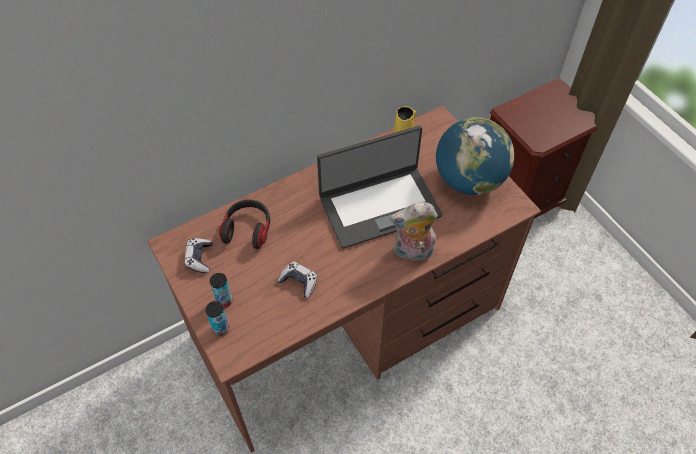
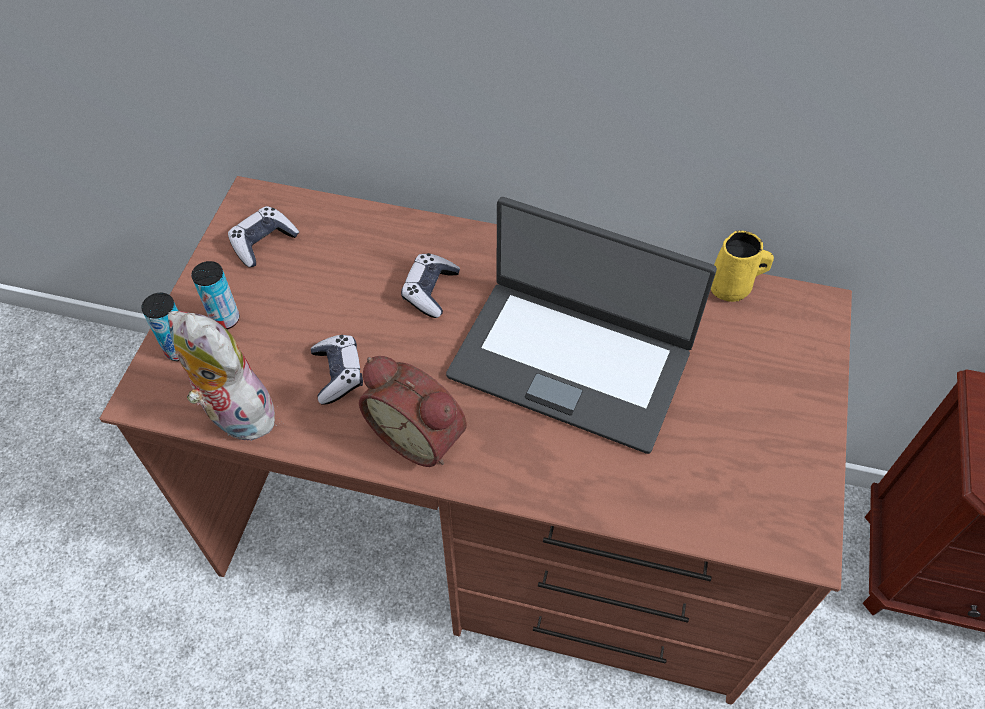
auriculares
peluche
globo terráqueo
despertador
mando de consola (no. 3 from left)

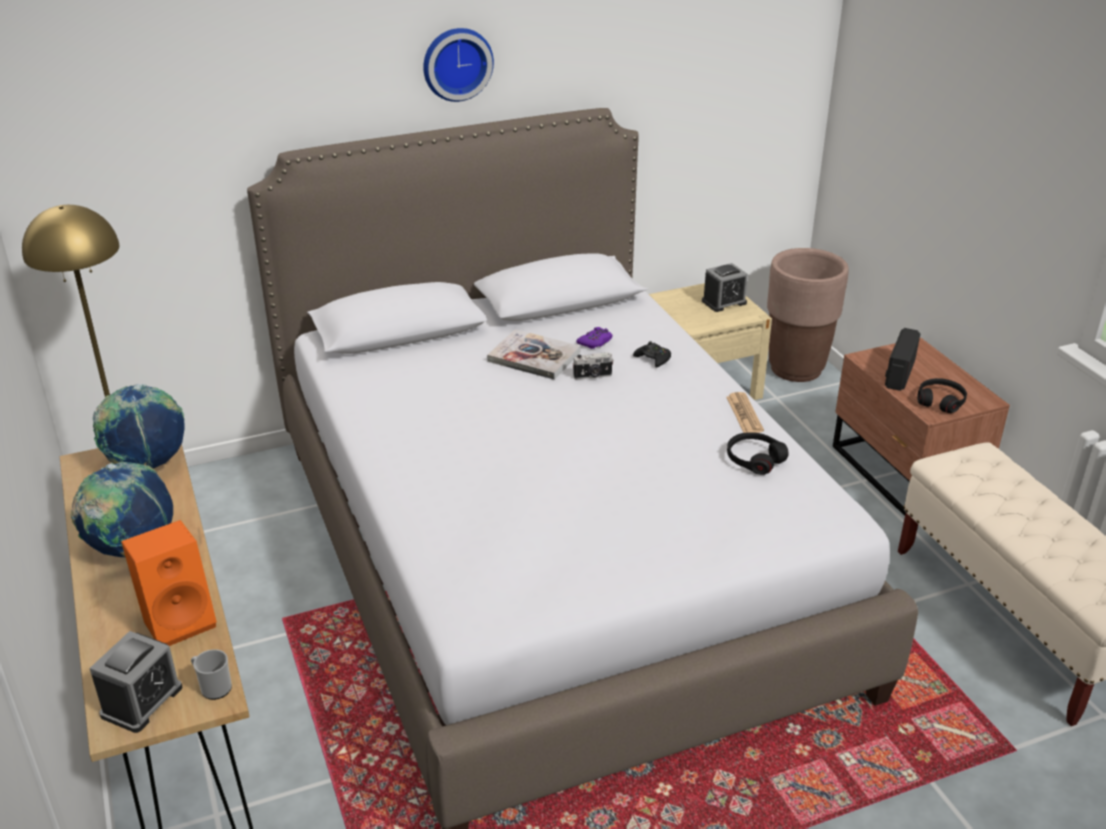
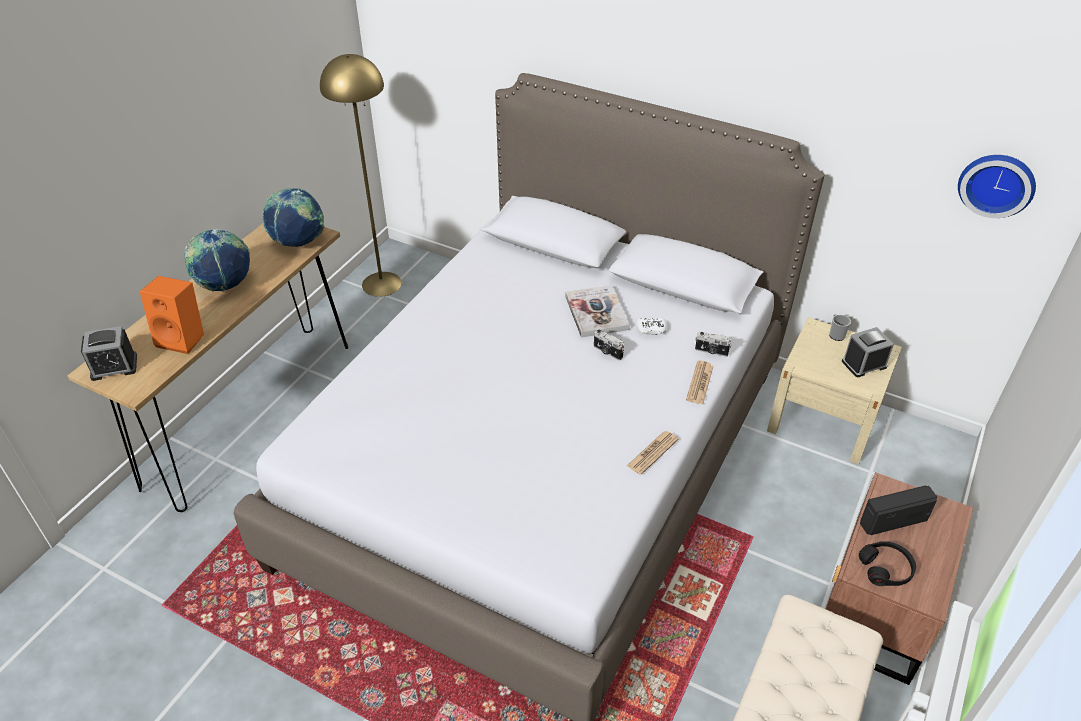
taza grande
reloj de pared
mando de consola [blanco]
mando de consola [negro]
despertador (no. 2 from left)
auriculares [negro] (no. 1 from left in the first image)
maceta [marrón]
periódico (no. 2 from left)
cámara (no. 2 from left)

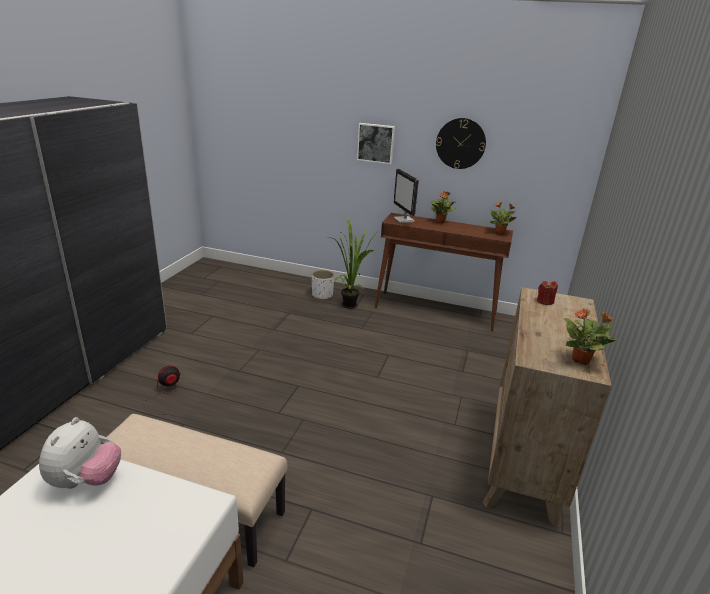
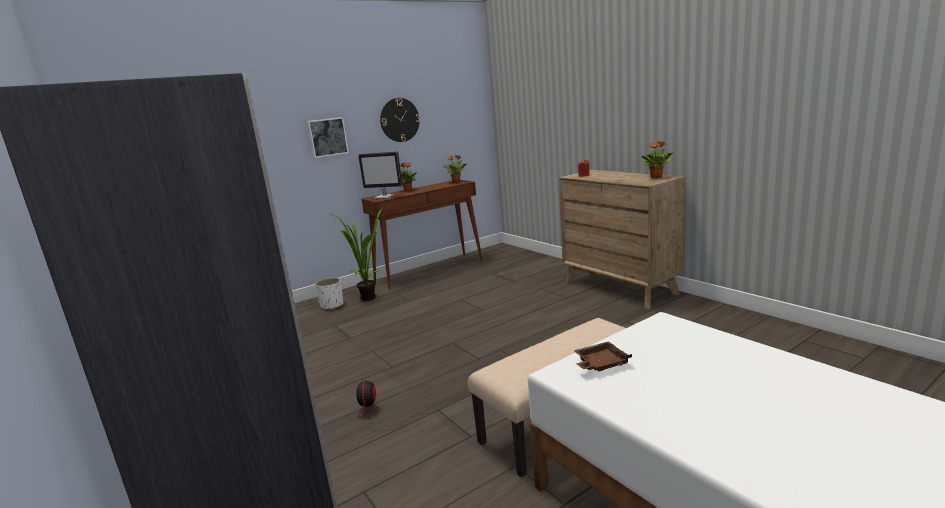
bandeja [marrón]

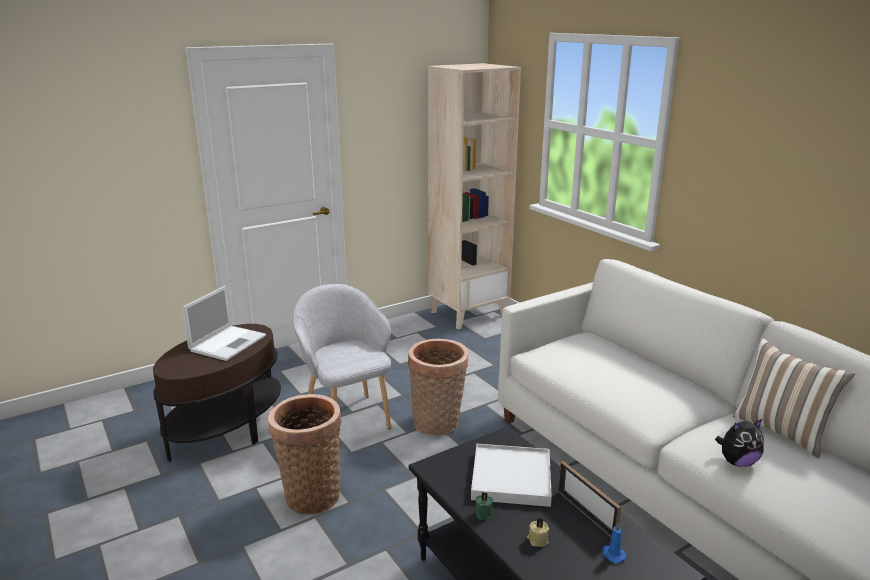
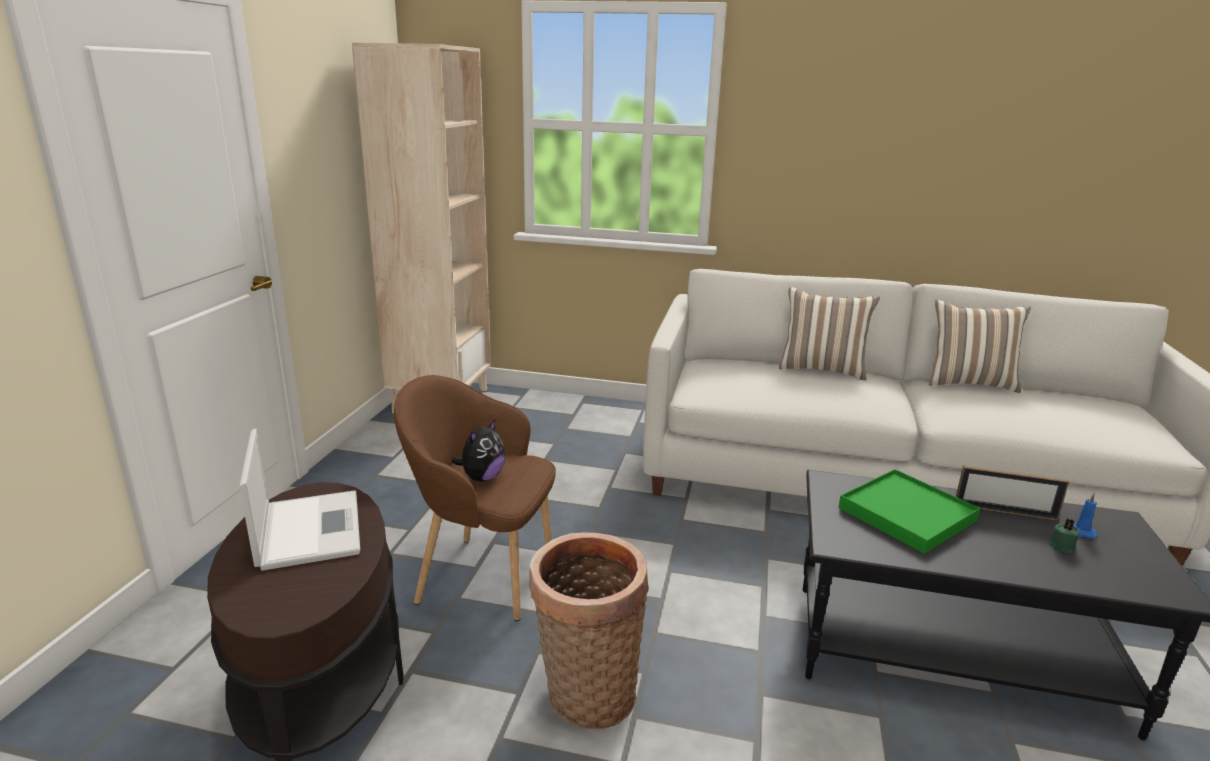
sillón [marrón]
cesta (no. 2 from left in the first image)
bandeja [verde]
vela [verde]
vela [beis]
peluche
cojín (no. 1 from left)

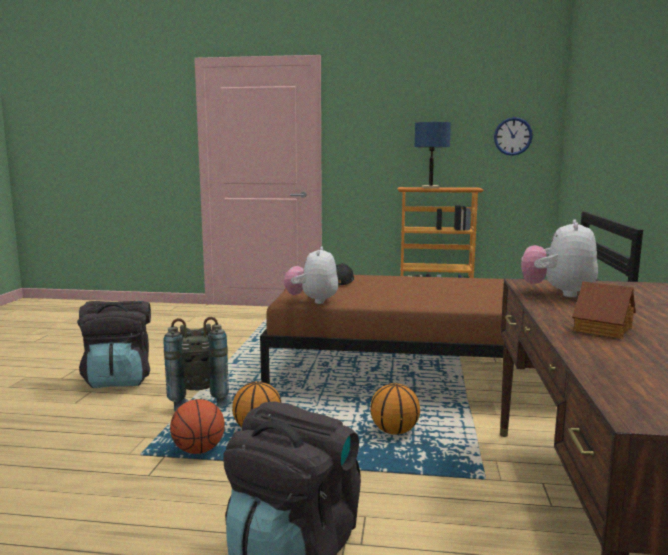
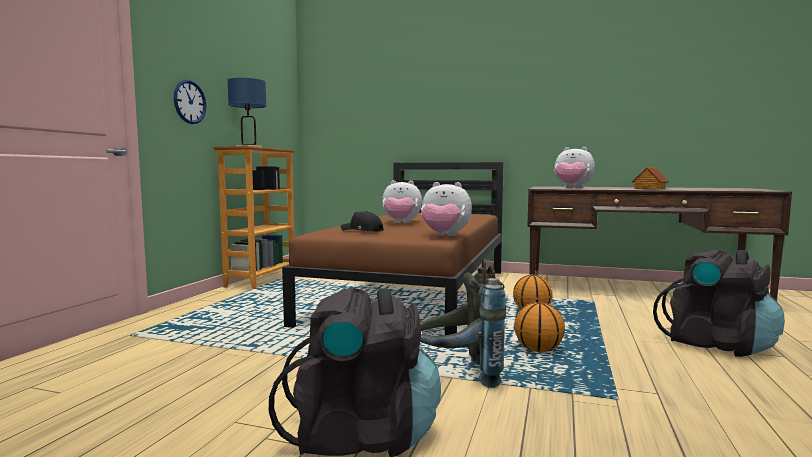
balón de baloncesto (no. 1 from left in the first image)
reloj de pared
peluche (no. 1 from left)

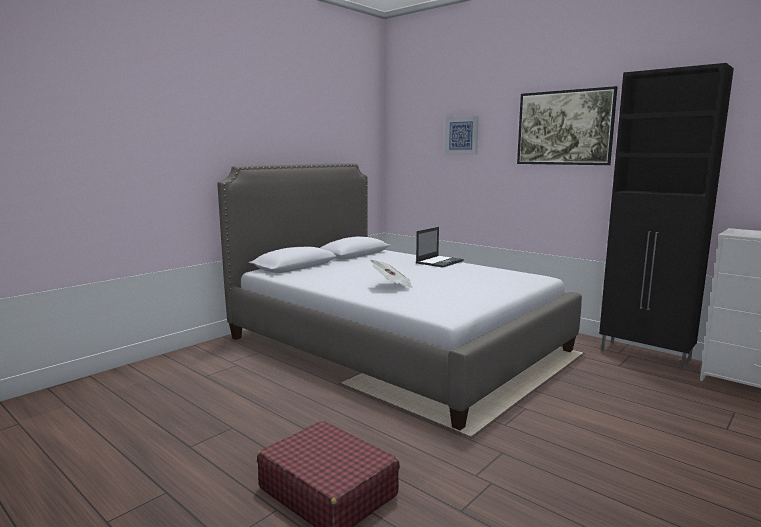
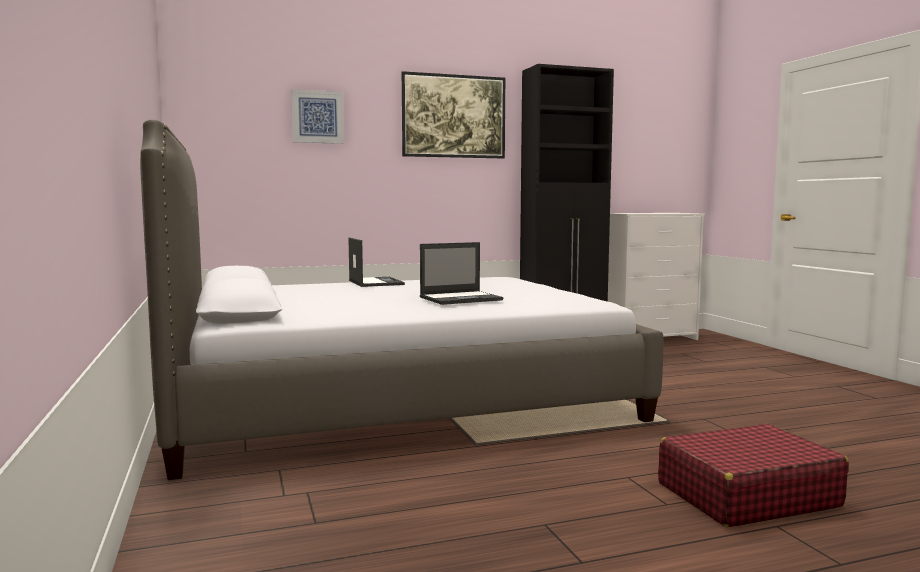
portátil (no. 2 from left)

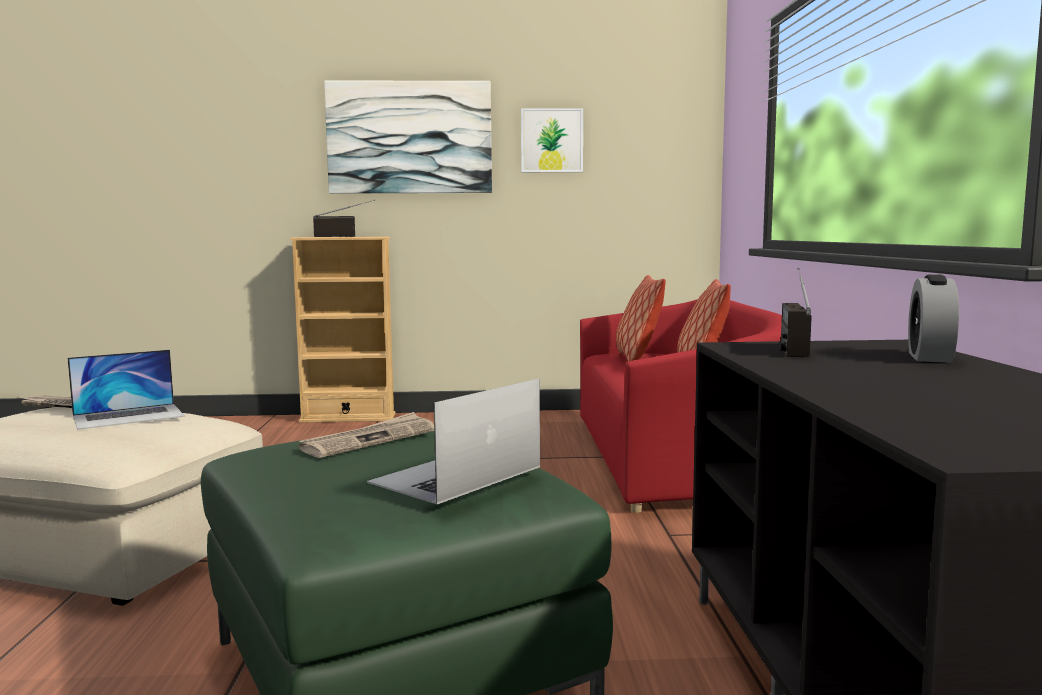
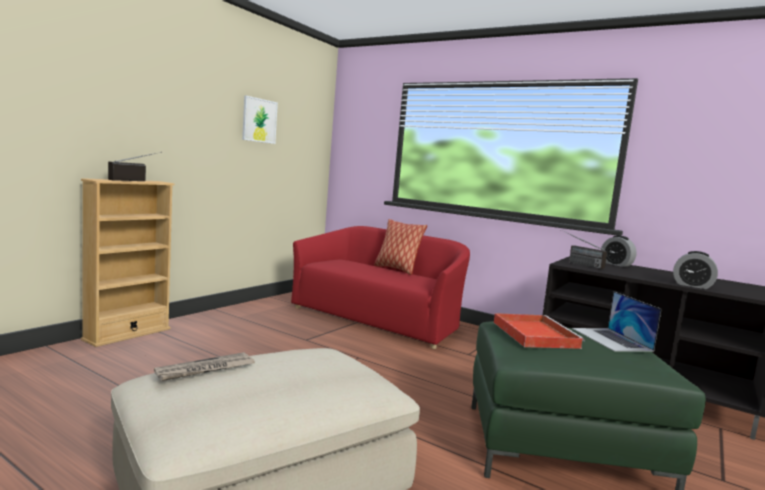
portátil (no. 1 from left in the first image)
bandeja [rojo]
cuadro (no. 1 from left in the first image)
cojín (no. 1 from left in the first image)
despertador (no. 2 from left)

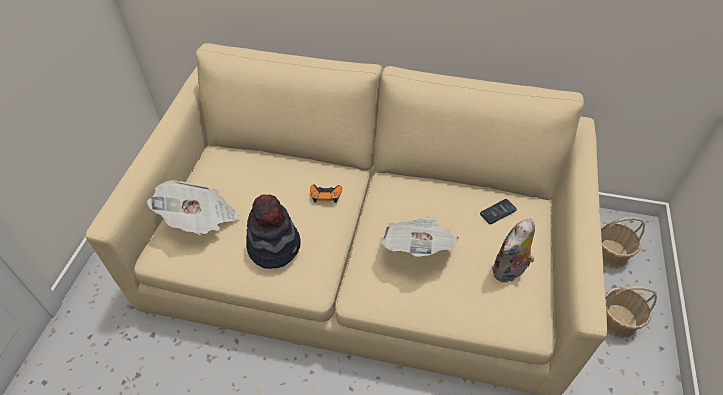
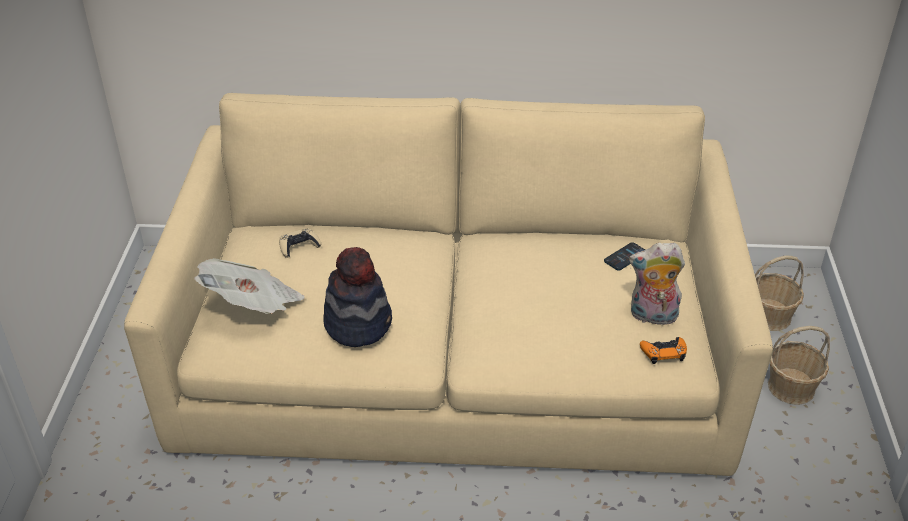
mando de consola [naranja]
periódico (no. 2 from left in the first image)
peluche
mando de consola [beis]

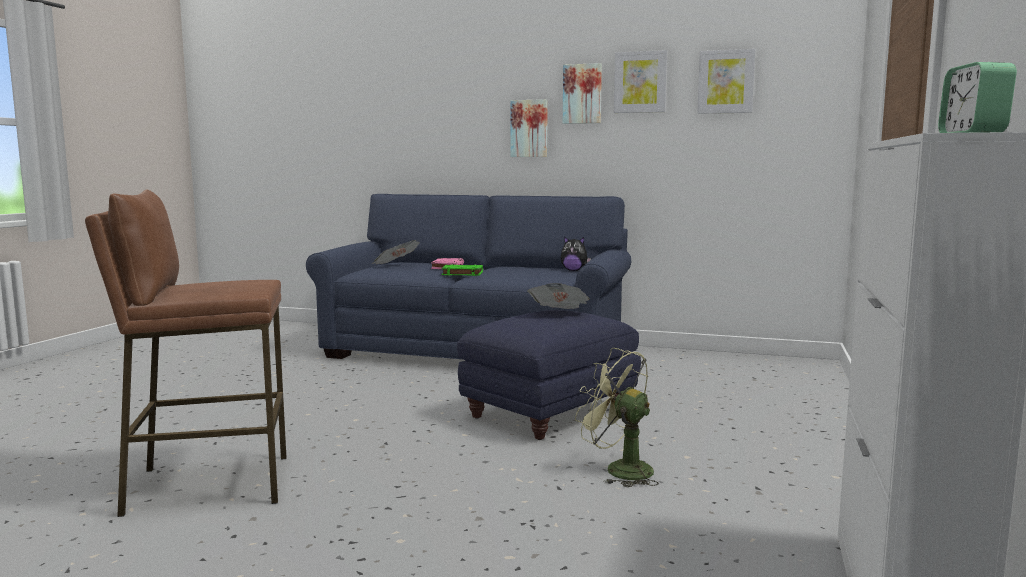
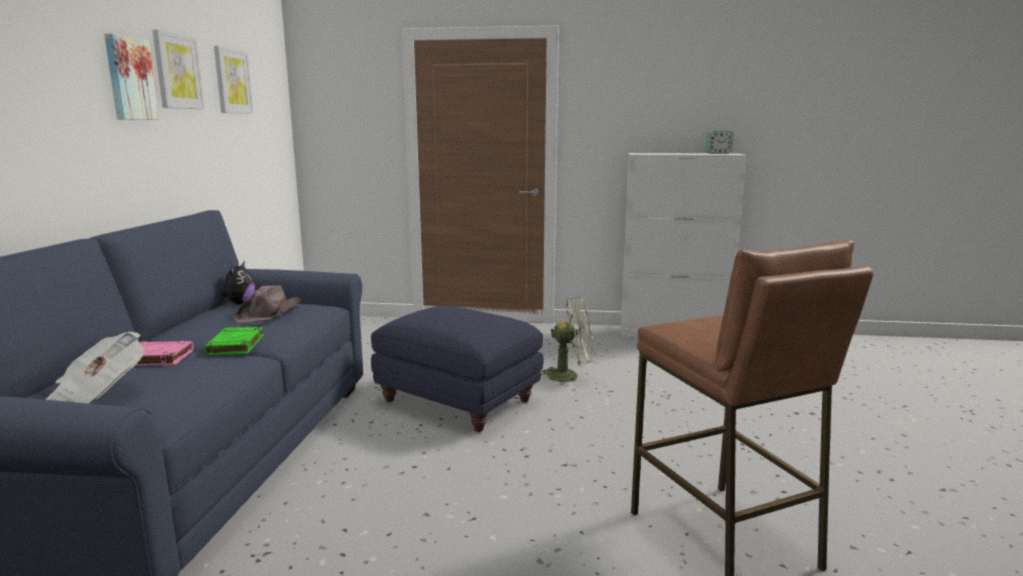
cuadro (no. 1 from left in the first image)
periódico (no. 2 from left in the first image)
ventilador [verde]
sombrero [marrón]

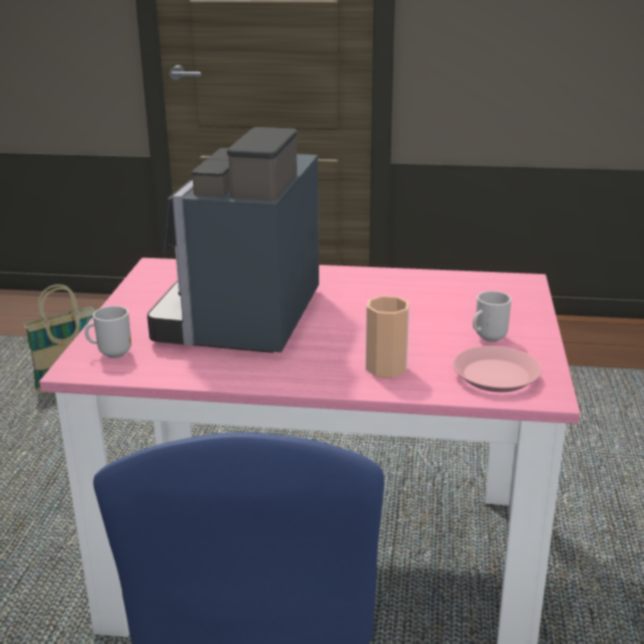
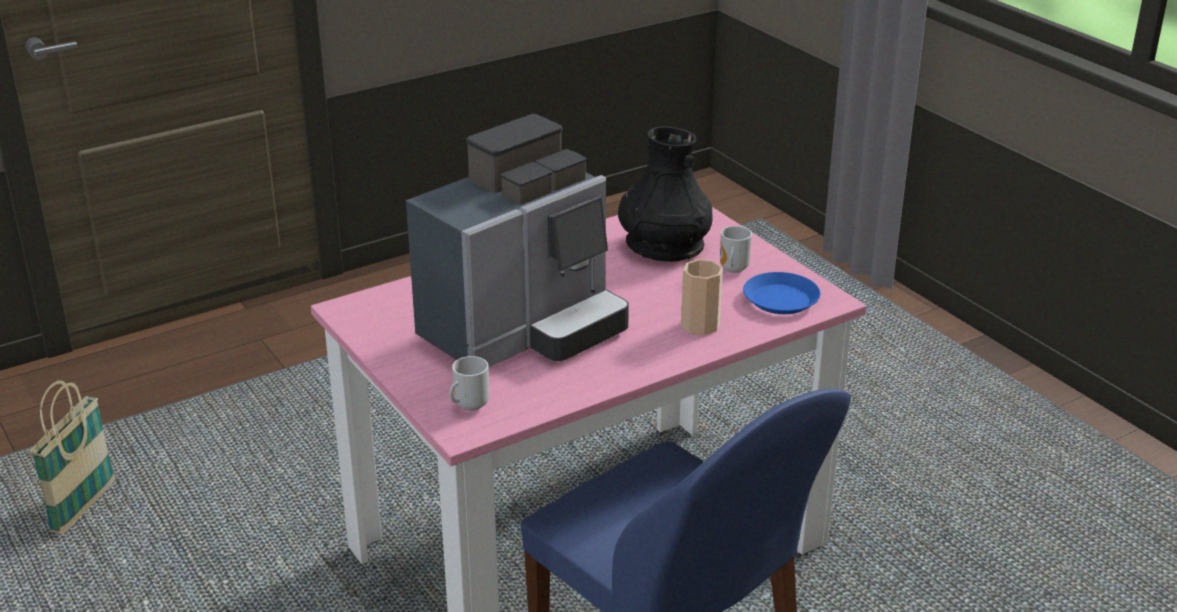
cafetera
plato [azul]
florero [negro]

